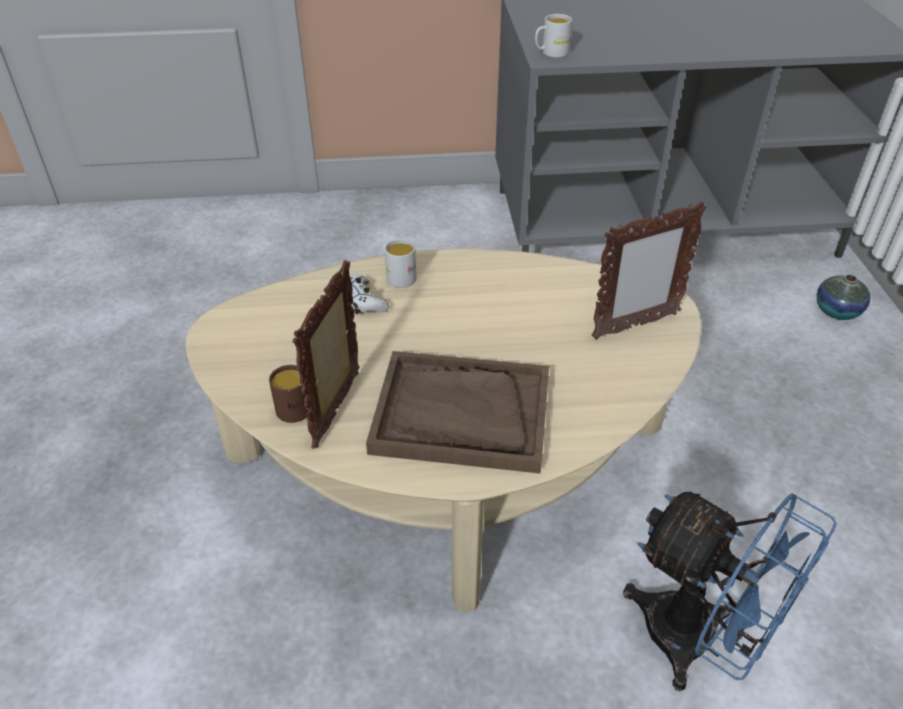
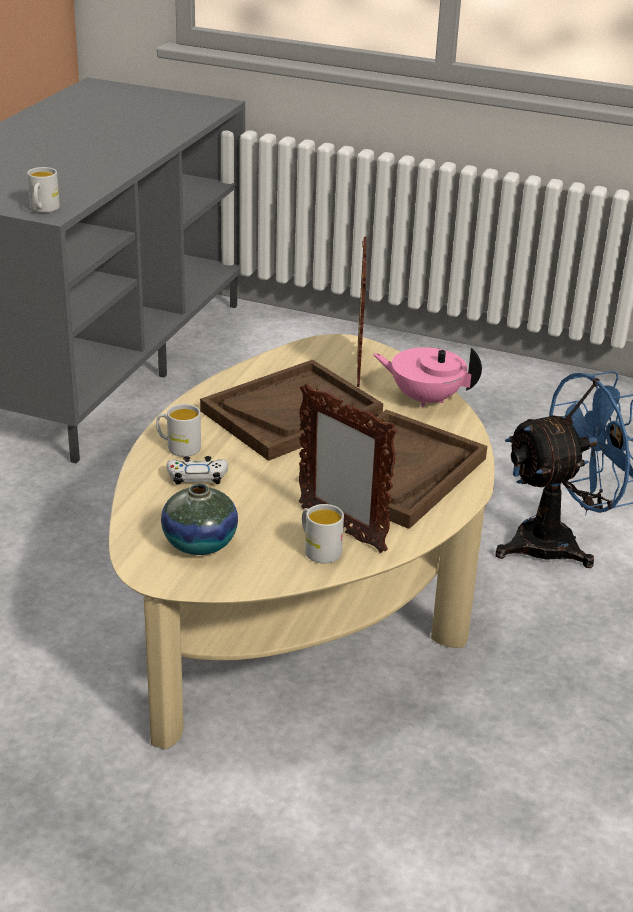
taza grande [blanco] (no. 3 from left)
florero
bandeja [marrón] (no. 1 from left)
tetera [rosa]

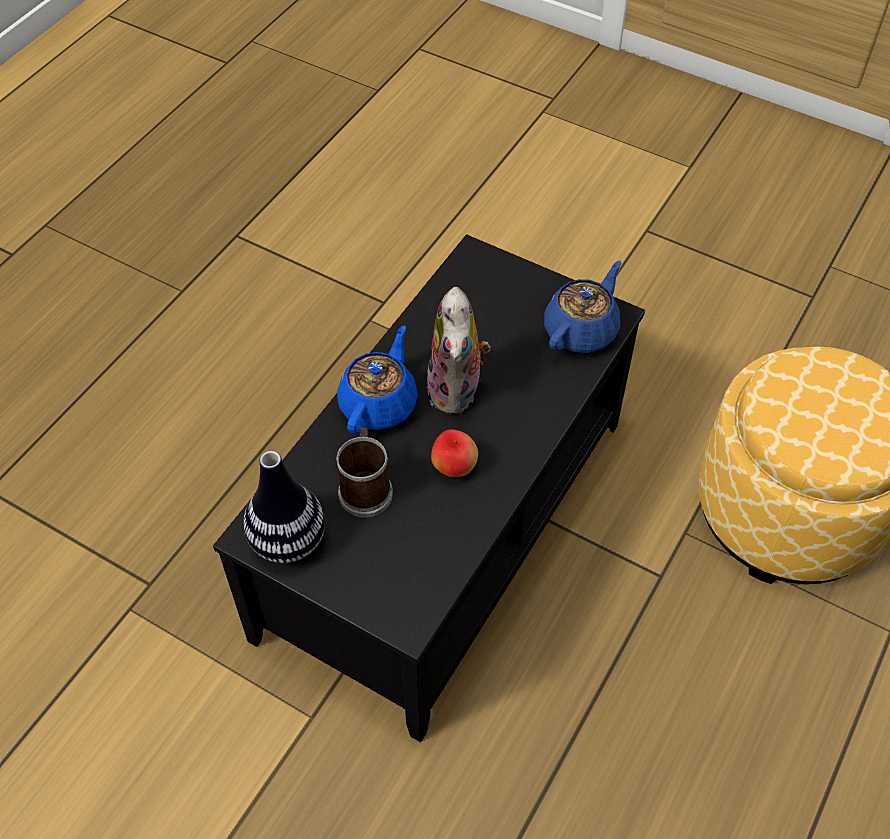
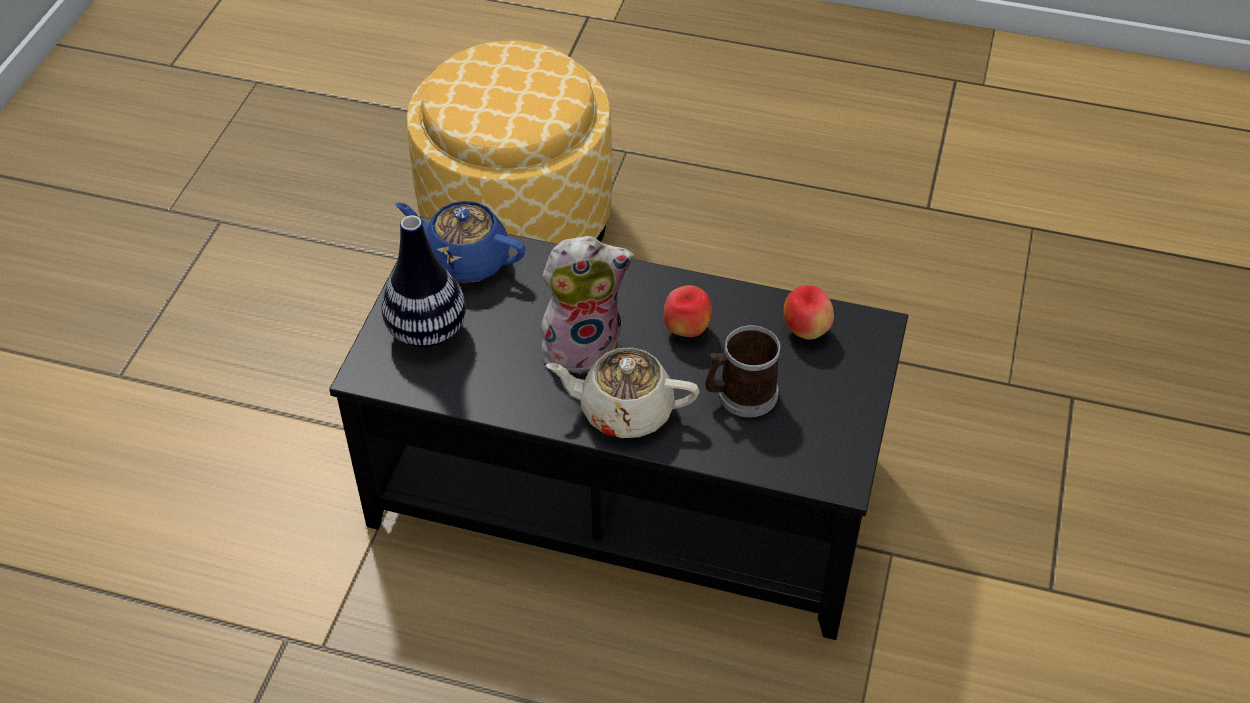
florero
tetera [beis]
manzana (no. 2 from left)

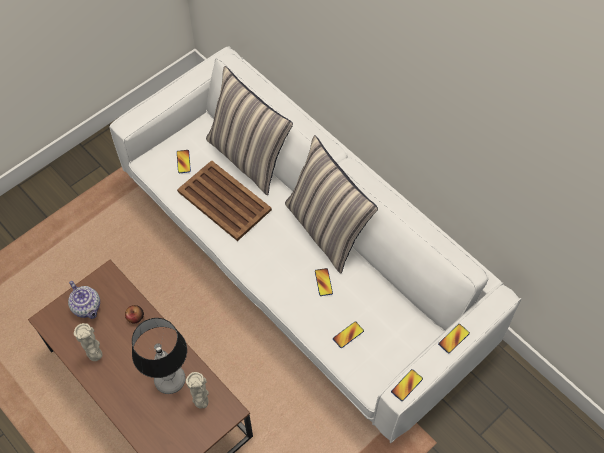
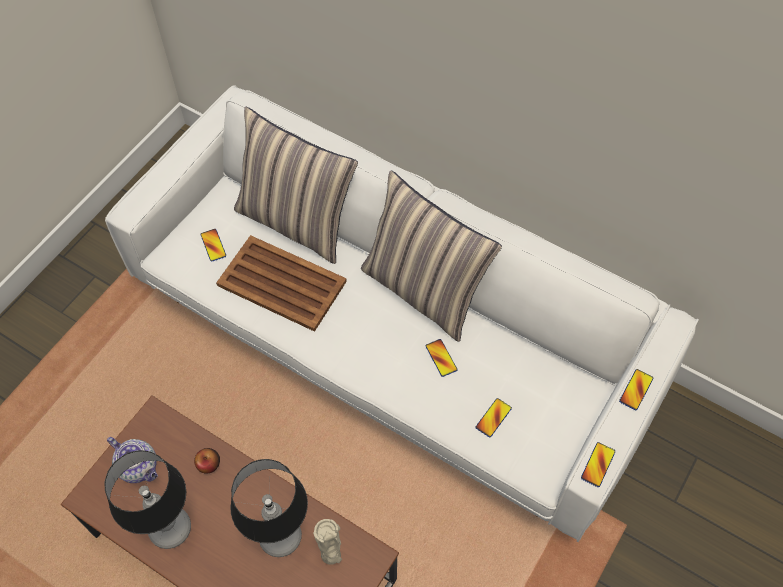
lámpara de mesa (no. 1 from left)

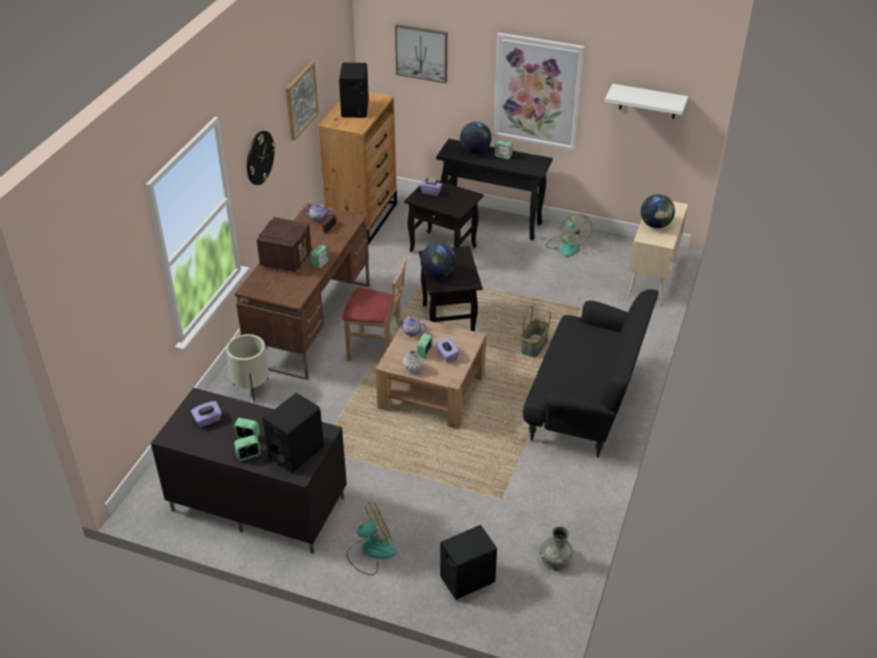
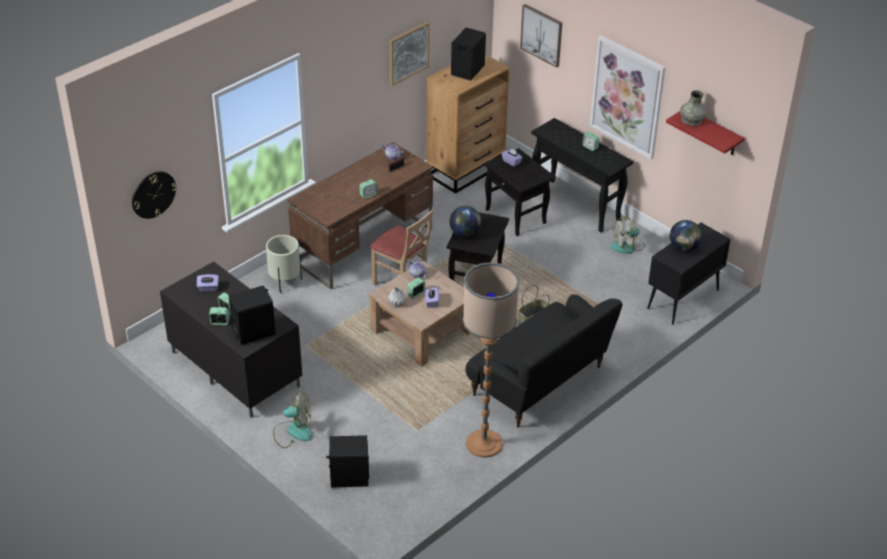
reloj de pared
radio (no. 1 from left in the first image)
globo terráqueo (no. 2 from left in the first image)
florero [gris] (no. 2 from left)
ventilador (no. 2 from left)
estante [rojo]
armario [negro]
lámpara de pie

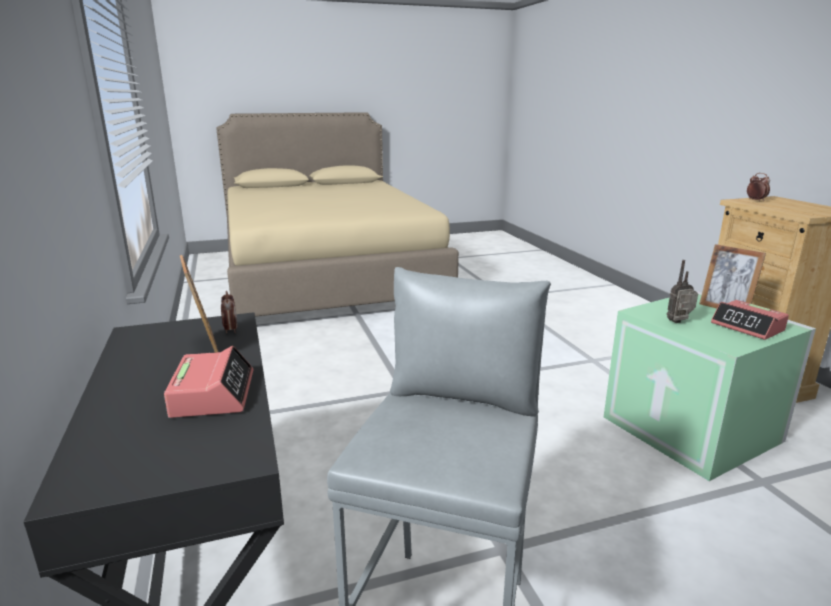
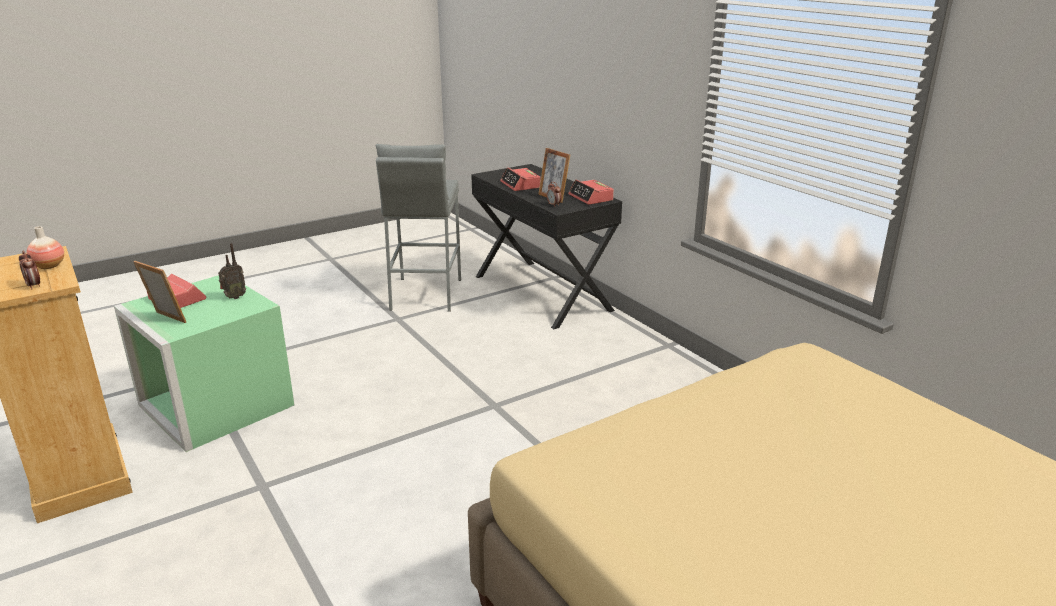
florero
despertador (no. 5 from left)

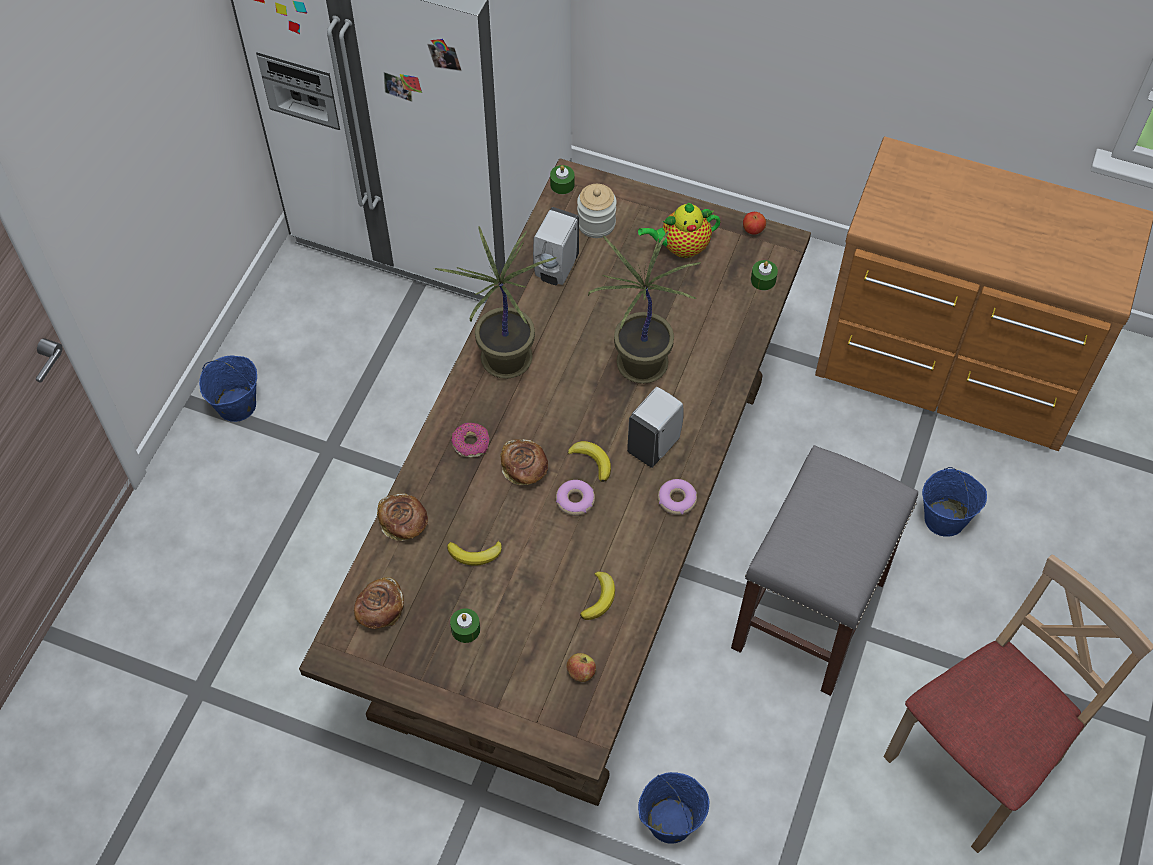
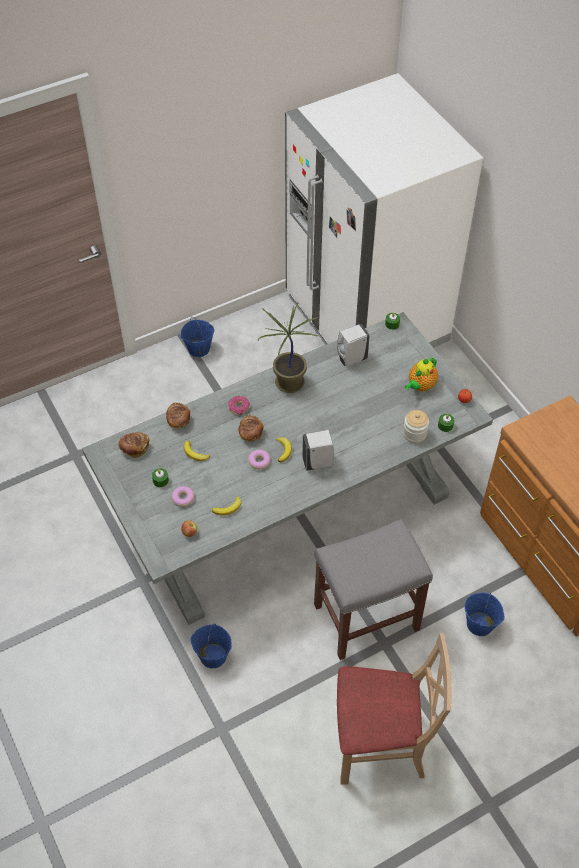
mesa de comedor [gris]
tarro
planta en maceta (no. 2 from left in the first image)
tetera
rosquilla (no. 1 from left)

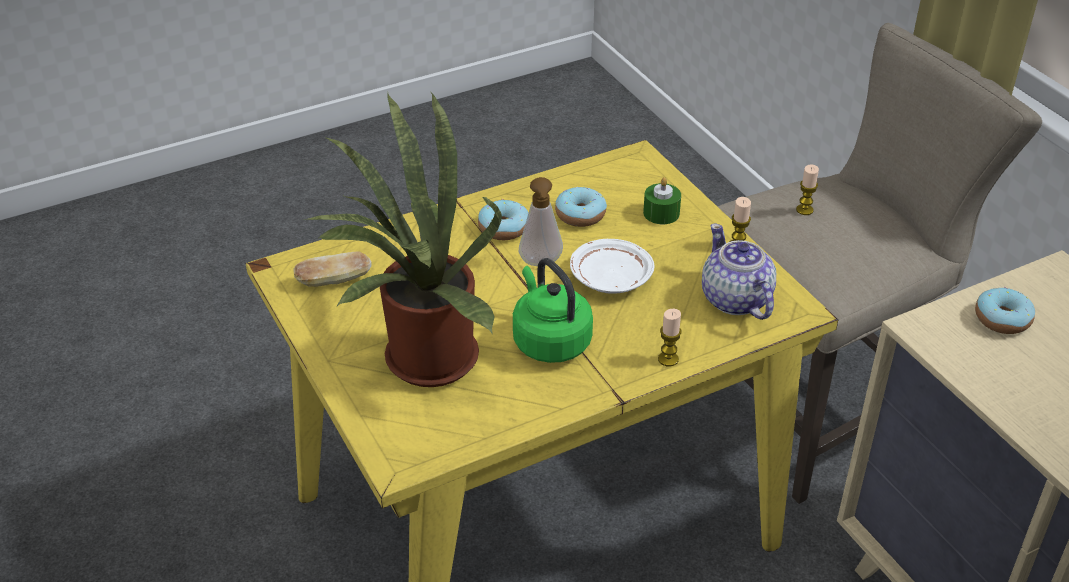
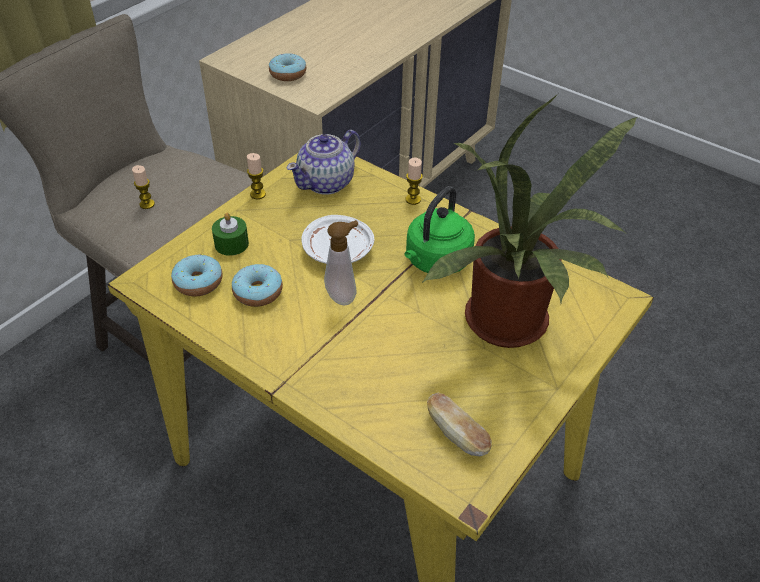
rosquilla (no. 1 from left)

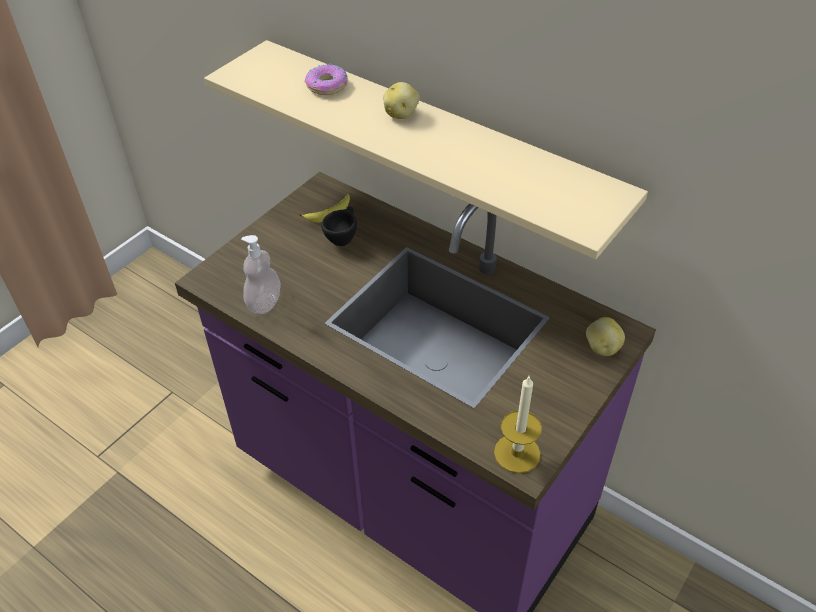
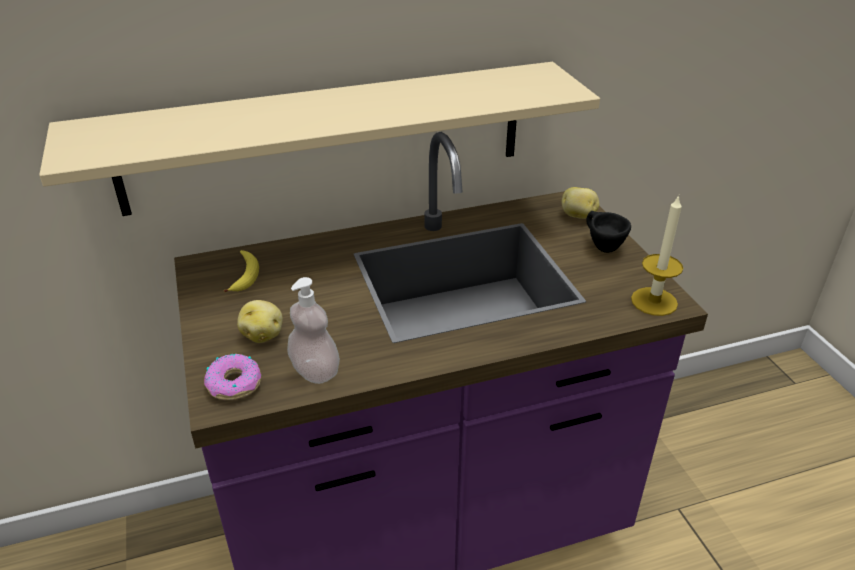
rosquilla
taza [negro]
patata (no. 1 from left)

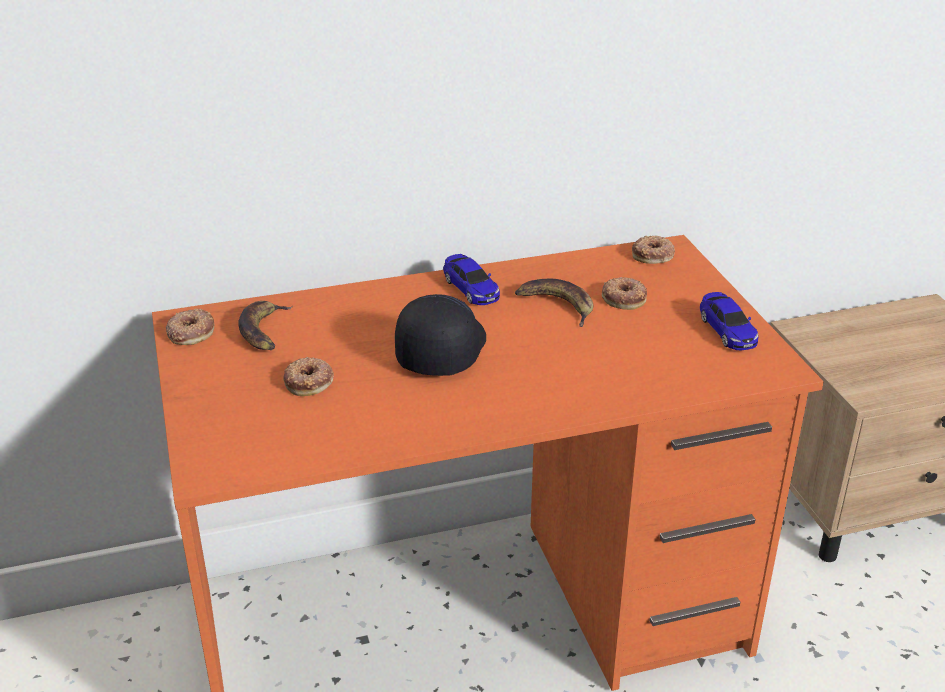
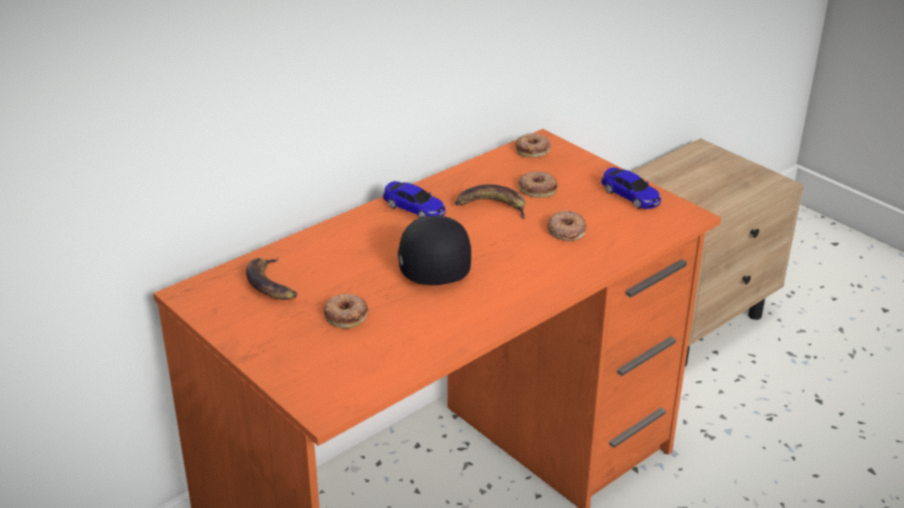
rosquilla (no. 4 from left)

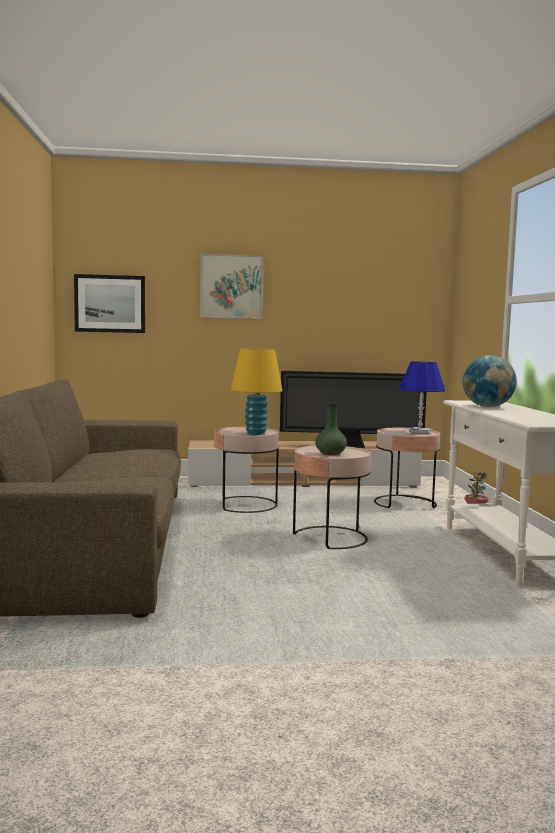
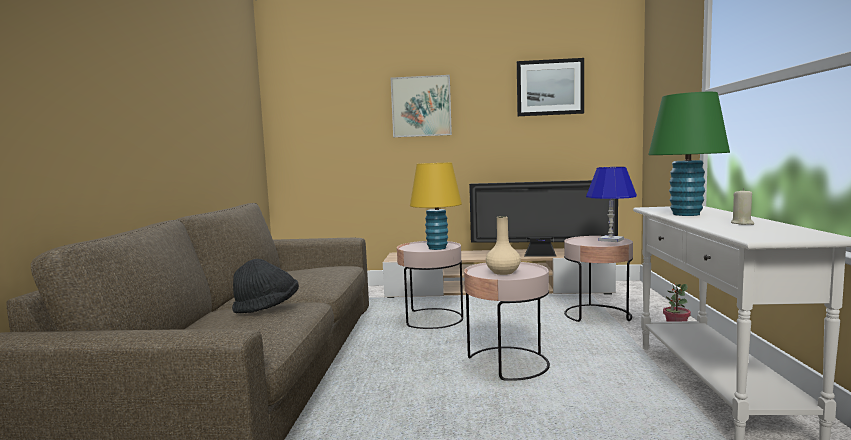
cuadro (no. 2 from left)
florero [beis]
lámpara de mesa [verde]
sombrero [negro]
vela [beis]

